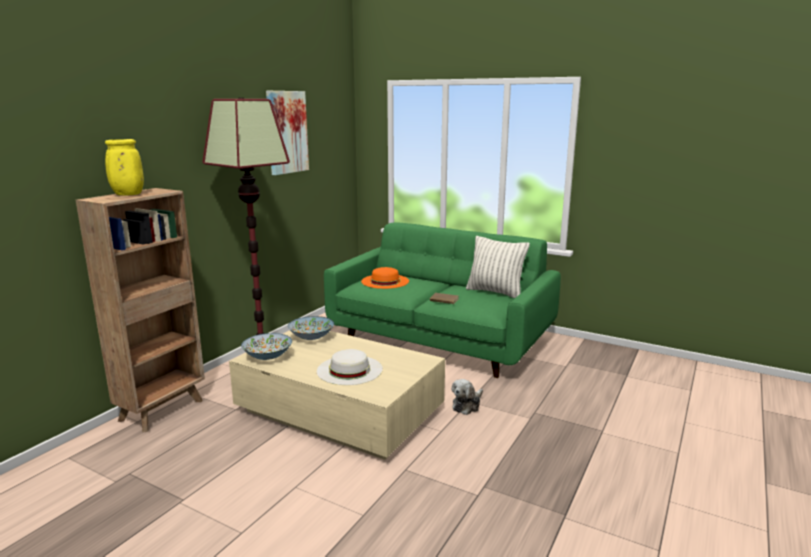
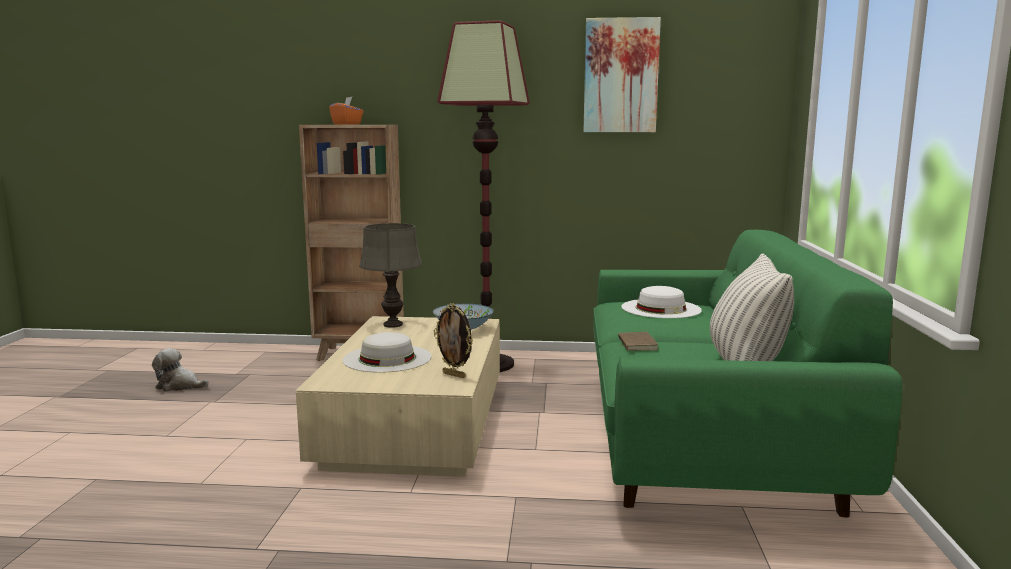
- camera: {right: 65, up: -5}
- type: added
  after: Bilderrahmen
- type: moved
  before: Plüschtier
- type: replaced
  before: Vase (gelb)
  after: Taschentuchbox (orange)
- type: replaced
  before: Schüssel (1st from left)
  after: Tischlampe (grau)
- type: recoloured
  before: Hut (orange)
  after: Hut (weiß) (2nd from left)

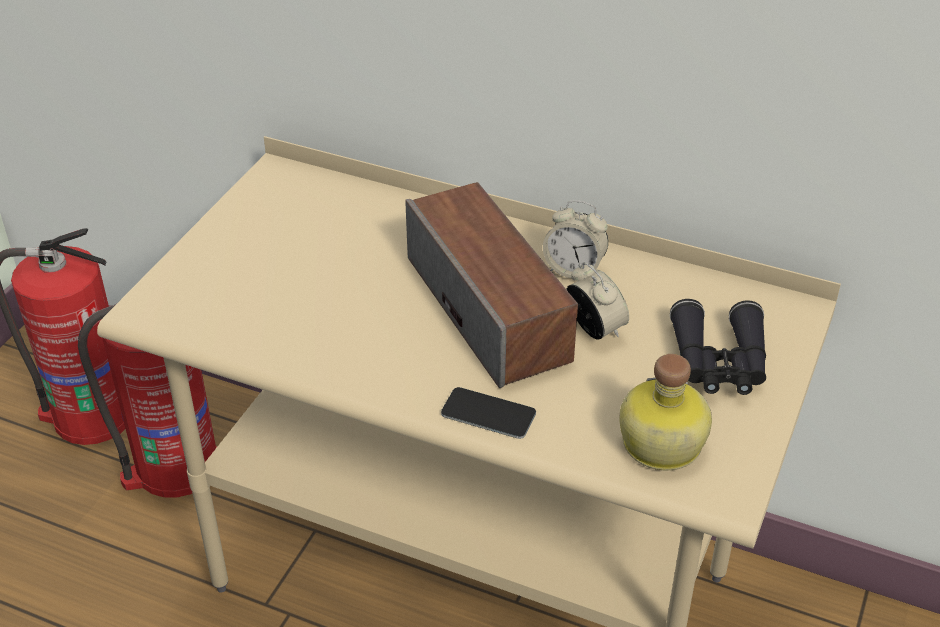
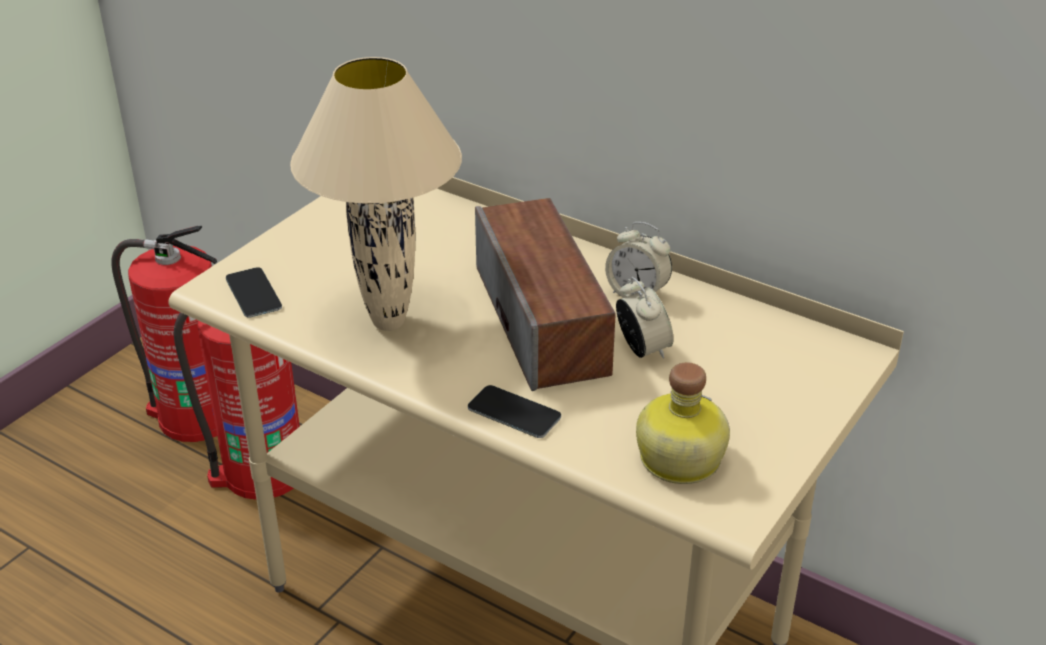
- camera: {right: 10, up: -5}
- type: removed
  before: Fernglas (schwarz)
- type: added
  after: Handy (1st from left)
- type: added
  after: Tischlampe (beige)

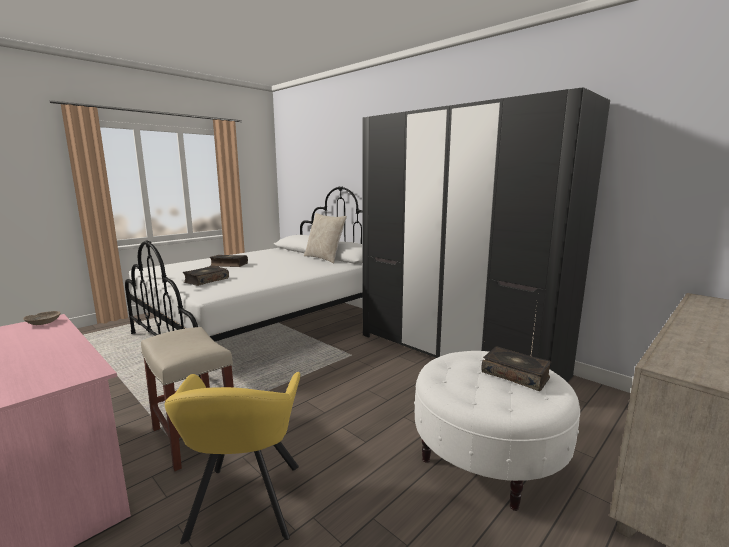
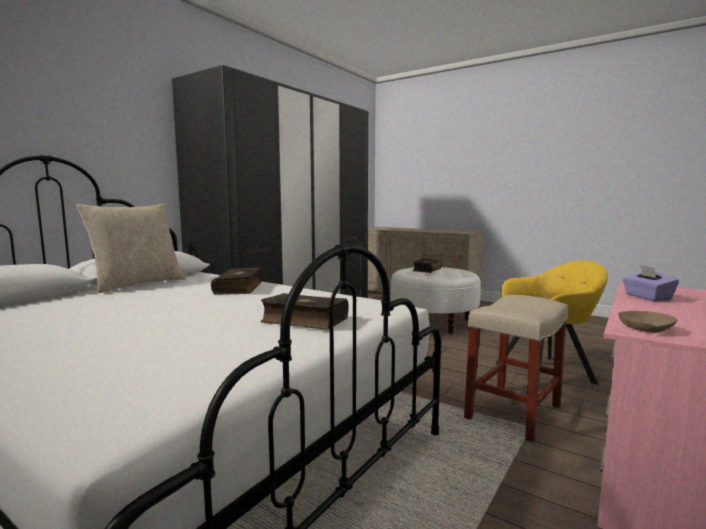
- camera: {right: -100, up: -5}
- type: added
  after: Taschentuchbox (lila)
- type: moved
  before: Buch (2nd from left in the first image)
  after: Buch (1st from left)

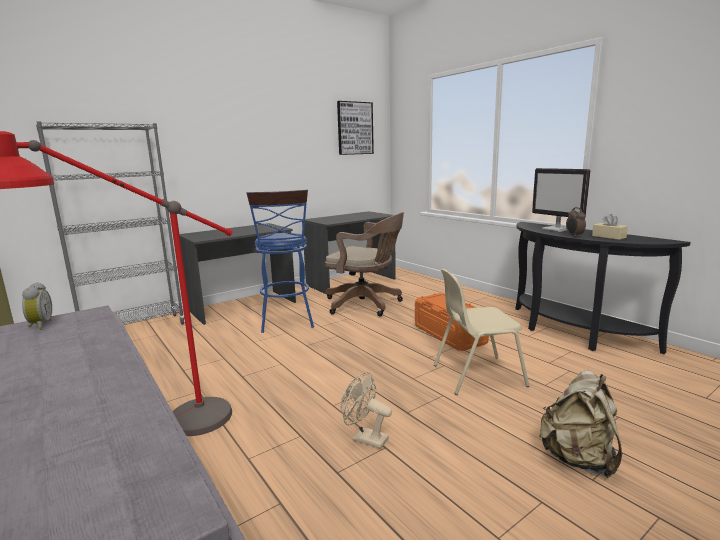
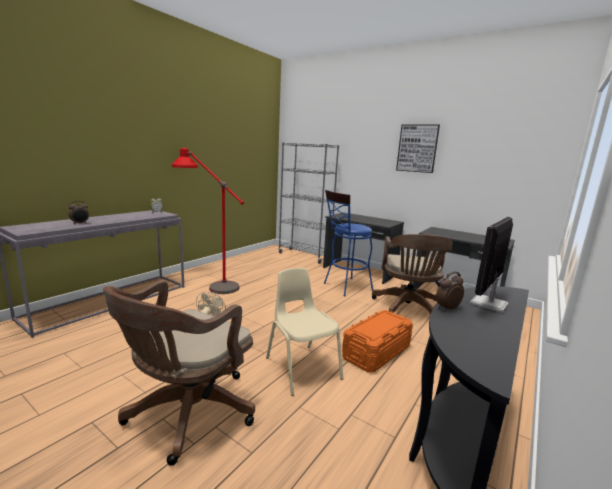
- camera: {right: 70, up: 0}
- type: removed
  before: Taschentuchbox (beige)
- type: added
  after: Wecker (1st from left)
- type: moved
  before: Bild
- type: replaced
  before: Rucksack (beige)
  after: Bürostuhl (braun) (1st from left)

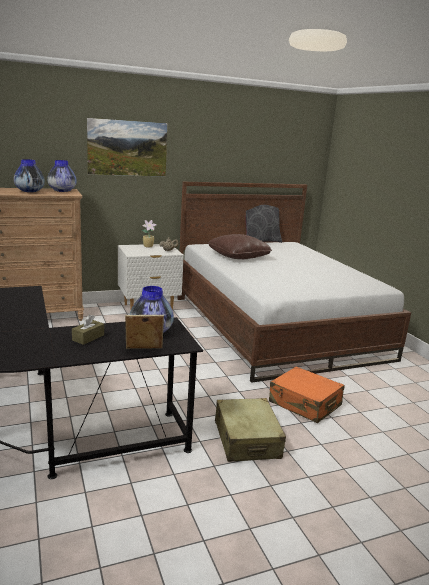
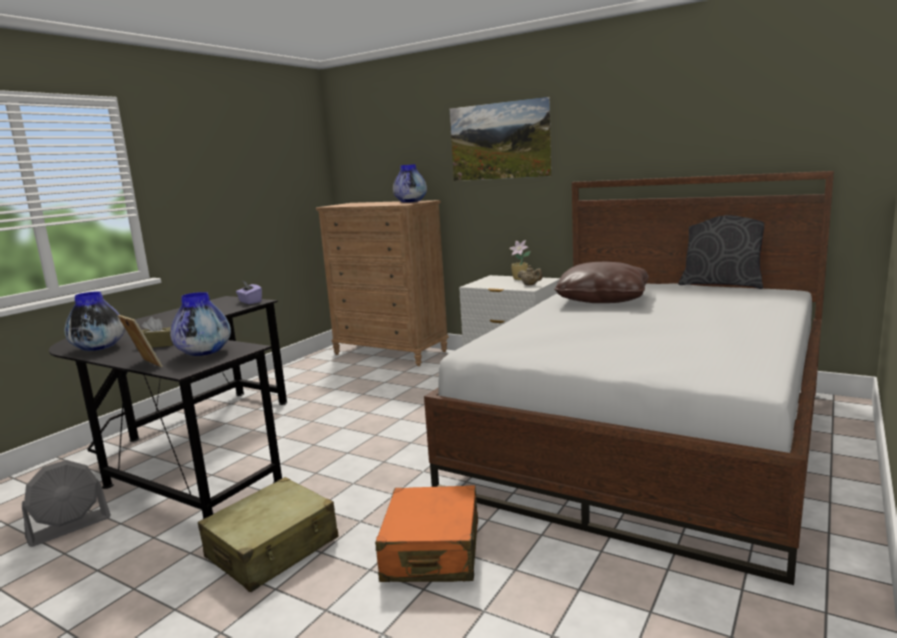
- camera: {right: 55, up: -5}
- type: added
  after: Ventilator (grau)
- type: added
  after: Taschentuchbox (lila)
- type: moved
  before: Vase (1st from left)

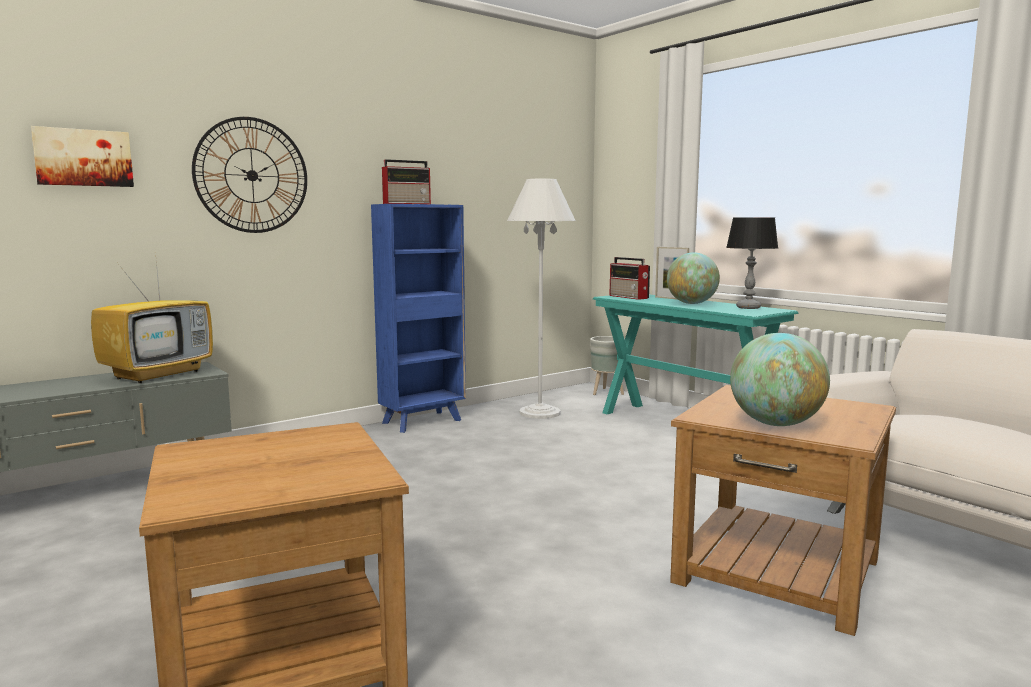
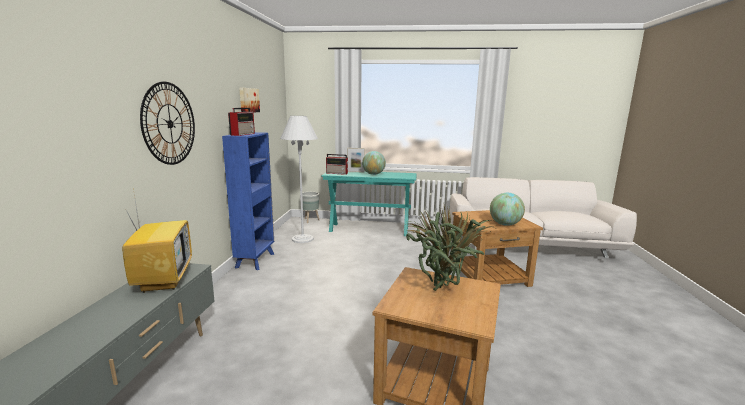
- camera: {right: -45, up: 5}
- type: removed
  before: Tischlampe
- type: added
  after: Topfpflanze
- type: moved
  before: Bild

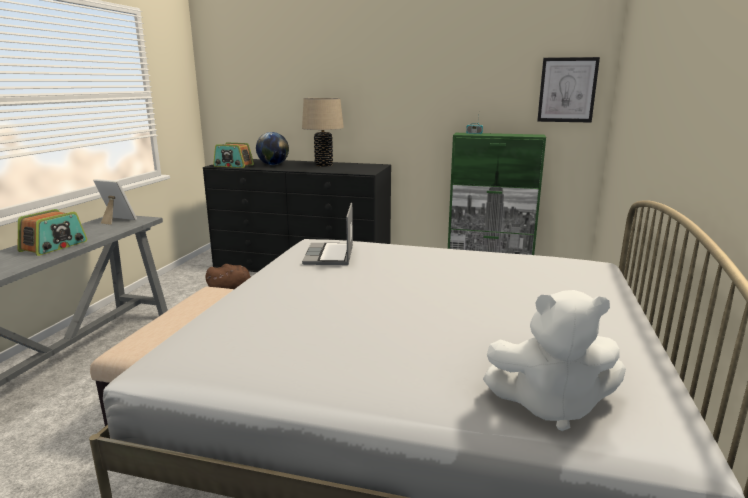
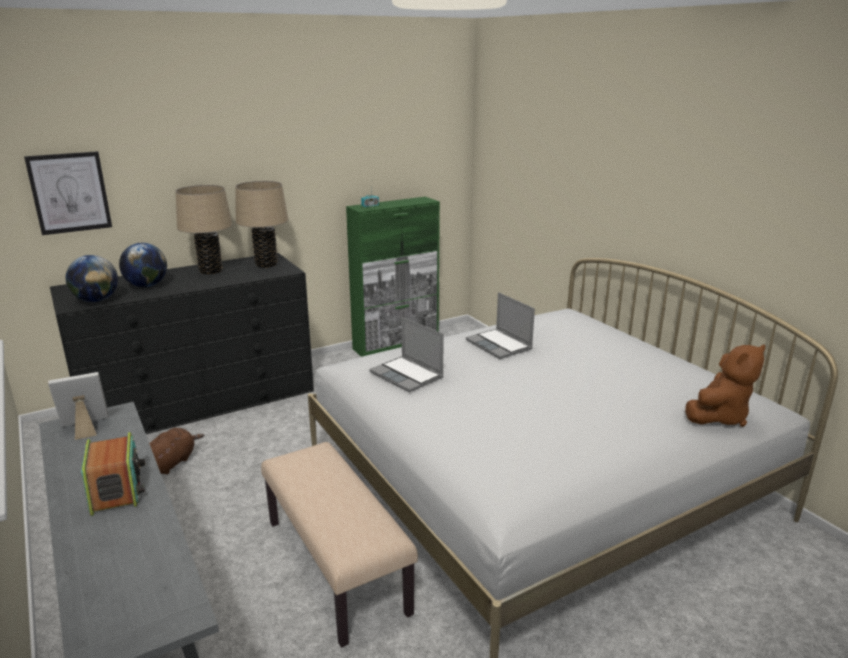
- camera: {right: -45, up: 5}
- type: added
  after: Tischlampe (beige) (2nd from left)
- type: added
  after: Laptop (2nd from left)
- type: moved
  before: Bild
- type: replaced
  before: Radio (2nd from left)
  after: Globus (1st from left)
- type: recoloured
  before: Plüschtier (weiß)
  after: Plüschtier (braun) (2nd from left)

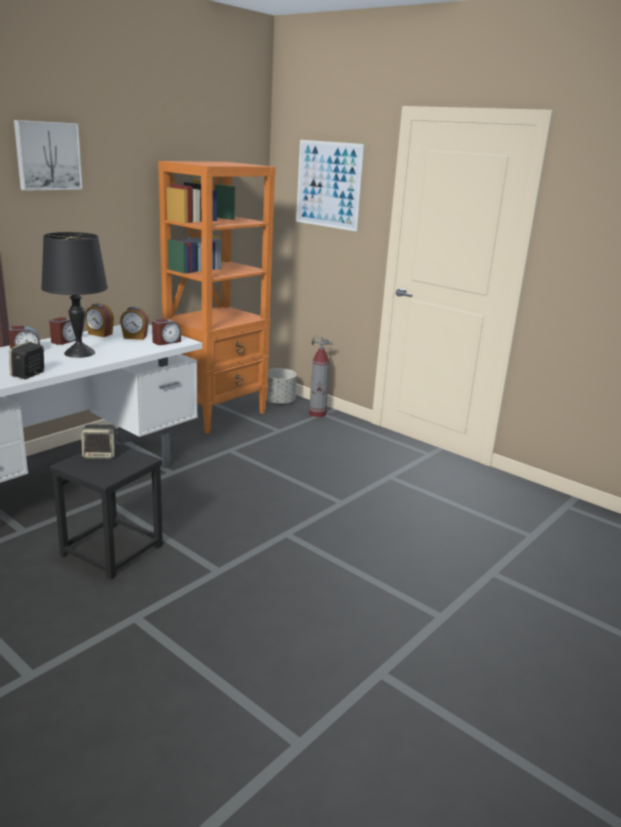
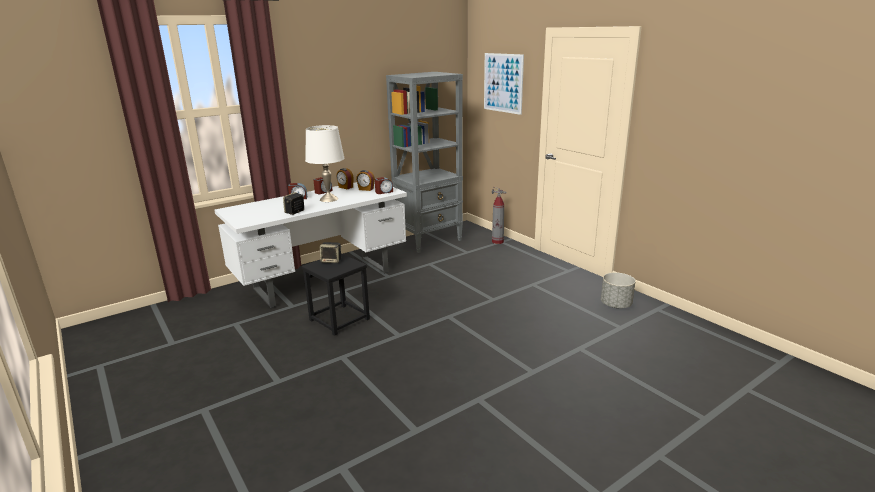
- camera: {right: 15, up: 0}
- type: removed
  before: Bild (1st from left)
- type: moved
  before: Pflanzkübel (grau)
- type: recoloured
  before: Tischlampe (schwarz)
  after: Tischlampe (weiß)
- type: recoloured
  before: Bücherregal (orange)
  after: Bücherregal (grau)

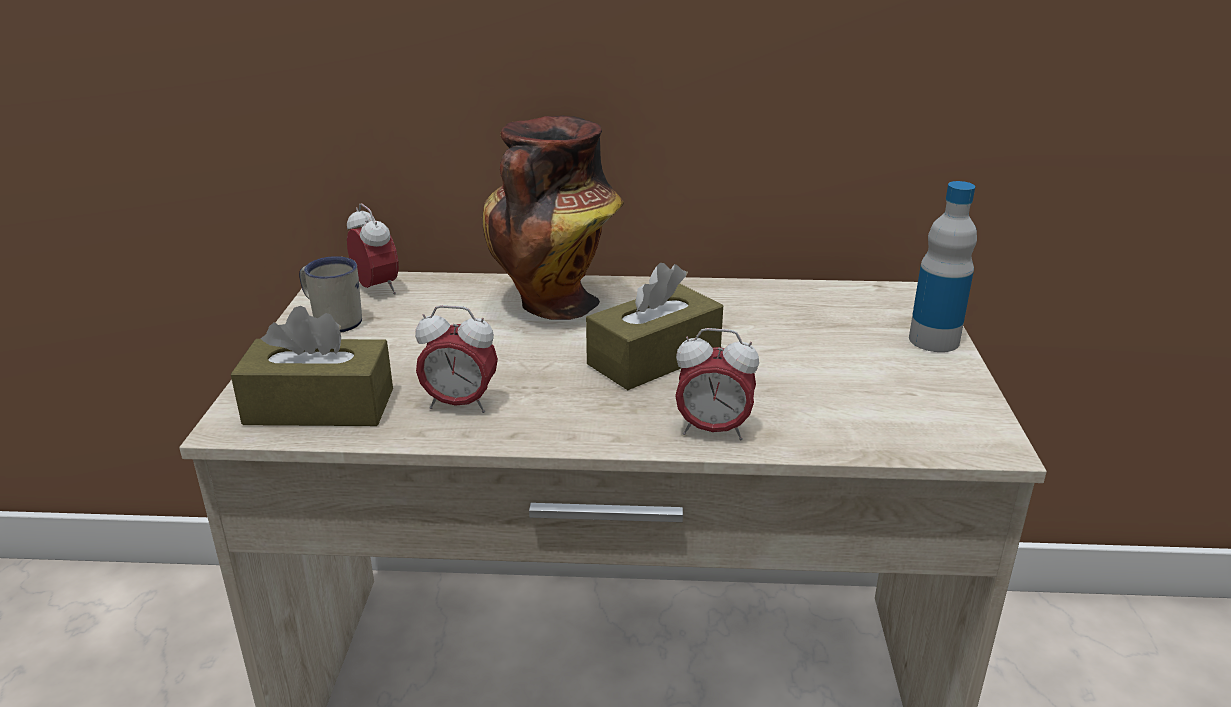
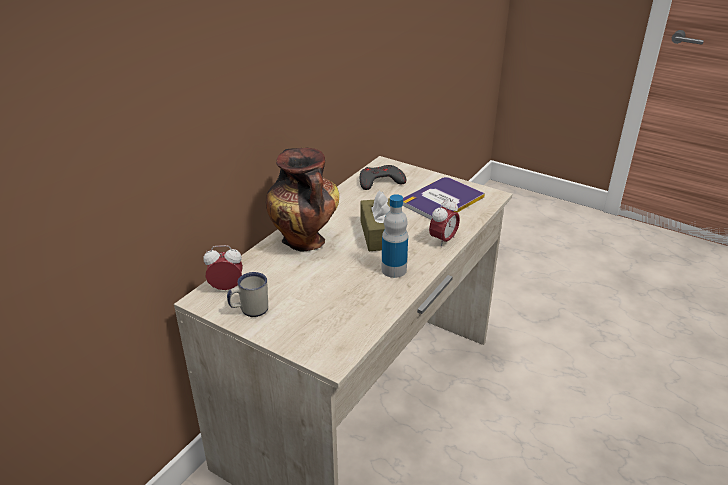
- camera: {right: -60, up: 5}
- type: removed
  before: Taschentuchbox (braun) (1st from left)
- type: removed
  before: Wecker (2nd from left)
- type: added
  after: Gamepad (grau)
- type: added
  after: Buch
- type: moved
  before: Flasche

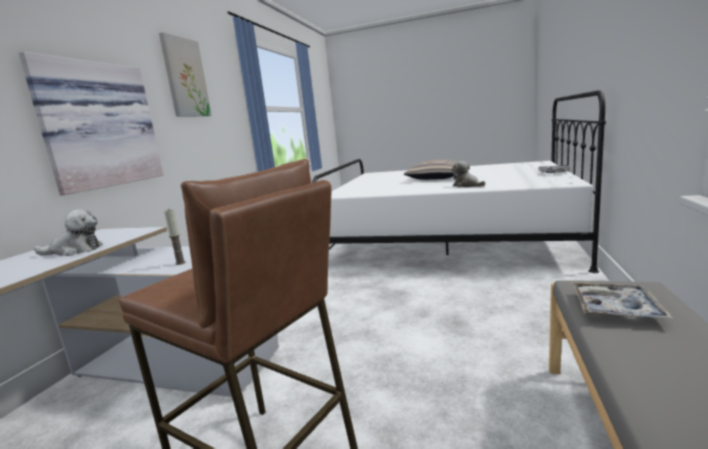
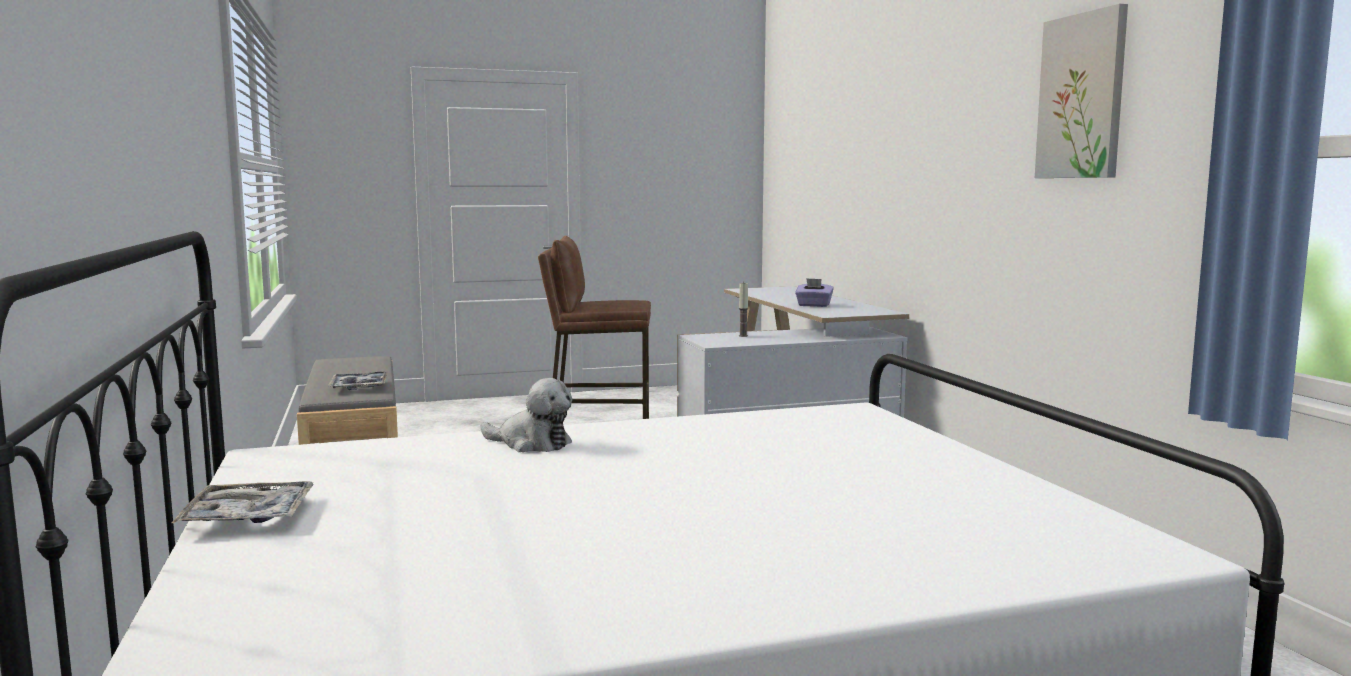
- camera: {right: 145, up: -5}
- type: removed
  before: Bild (1st from left)
- type: removed
  before: Kissen
- type: replaced
  before: Plüschtier (1st from left)
  after: Taschentuchbox (lila)

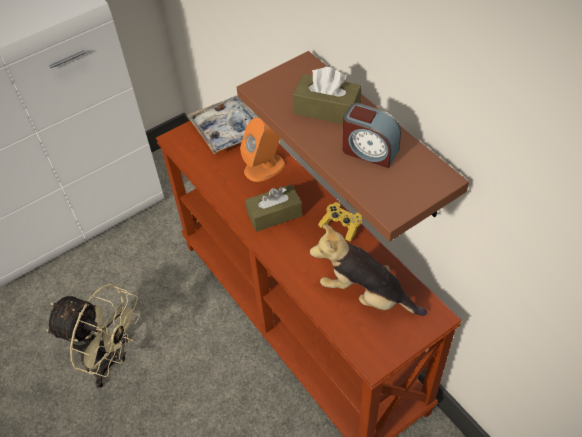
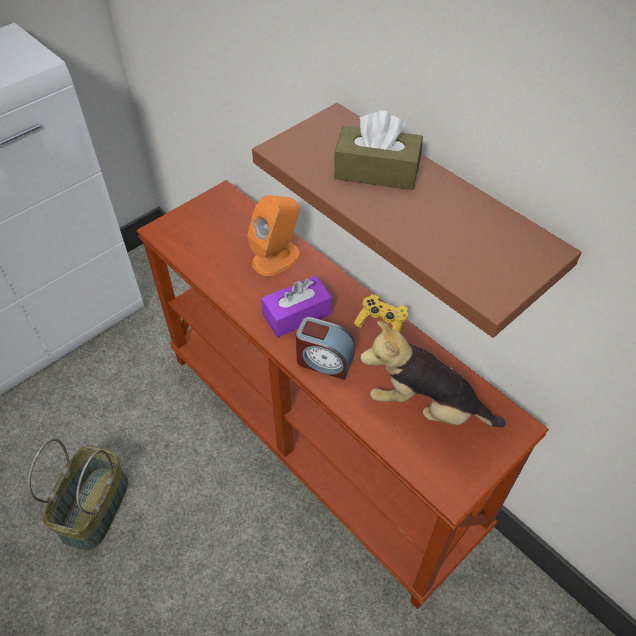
- camera: {right: -10, up: 0}
- type: removed
  before: Tablett
- type: moved
  before: Wecker
- type: replaced
  before: Ventilator (beige)
  after: Korb
- type: recoloured
  before: Taschentuchbox (braun) (1st from left)
  after: Taschentuchbox (lila)

